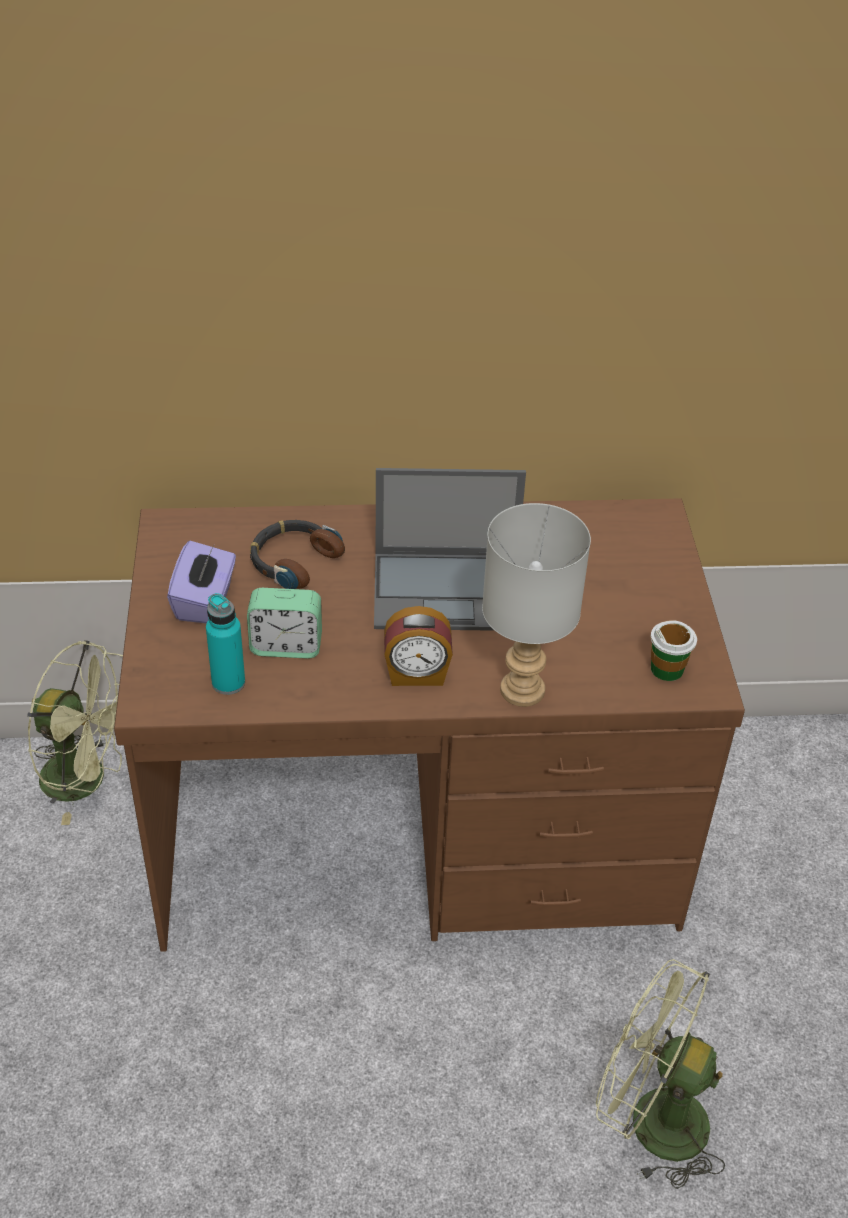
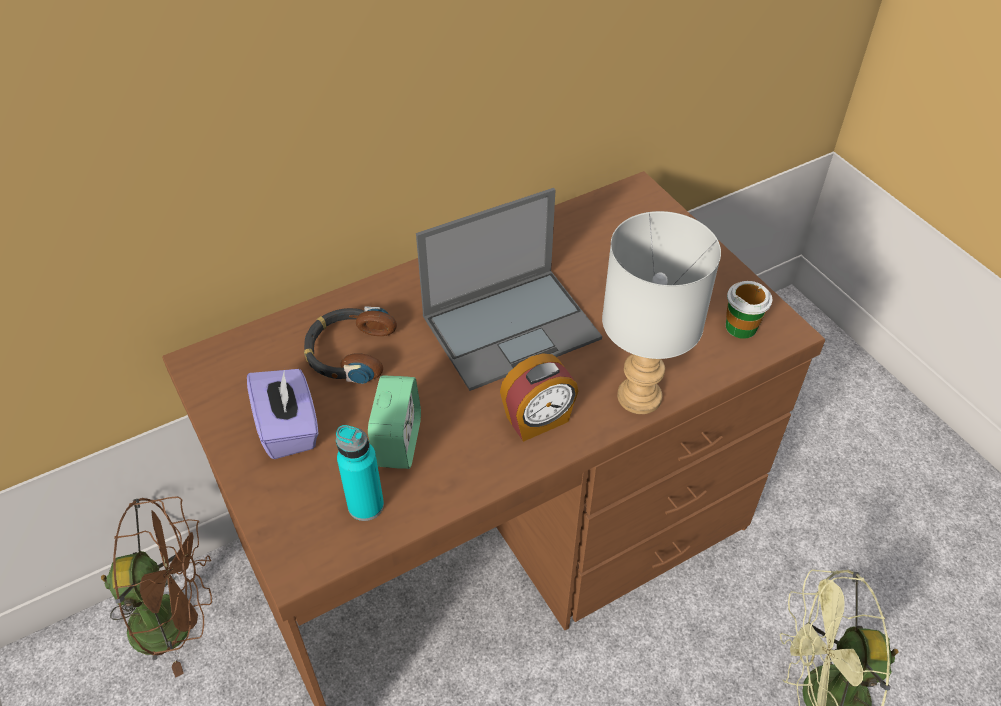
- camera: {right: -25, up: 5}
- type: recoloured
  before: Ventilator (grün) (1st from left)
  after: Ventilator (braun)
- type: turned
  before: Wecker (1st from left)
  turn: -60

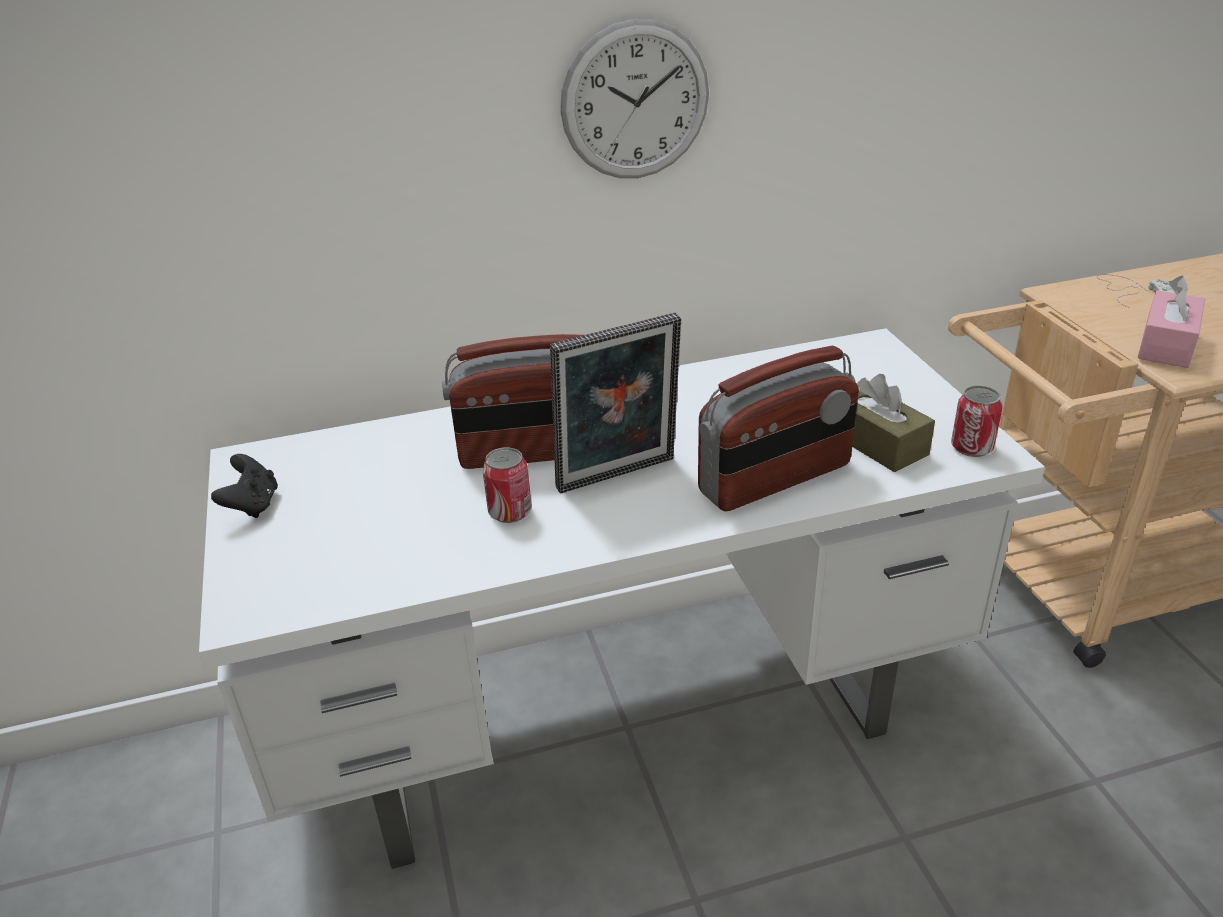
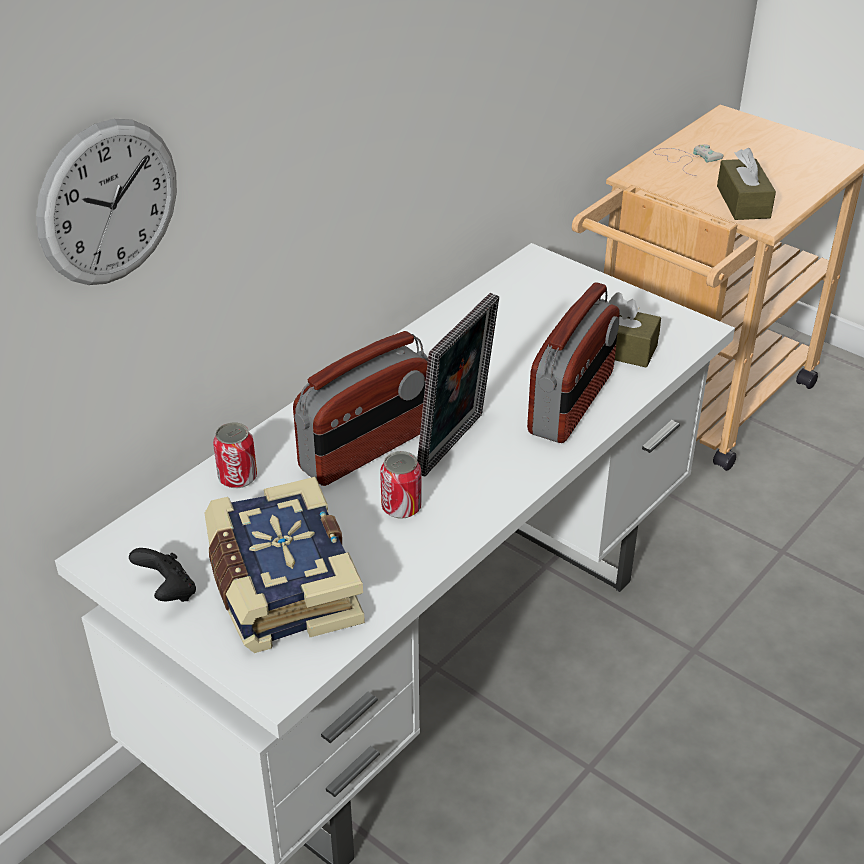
- camera: {right: -35, up: 5}
- type: added
  after: Buch
- type: moved
  before: Wanduhr
- type: moved
  before: Dose (2nd from left in the first image)
  after: Dose (1st from left)
- type: recoloured
  before: Taschentuchbox (rosa)
  after: Taschentuchbox (braun) (2nd from left)

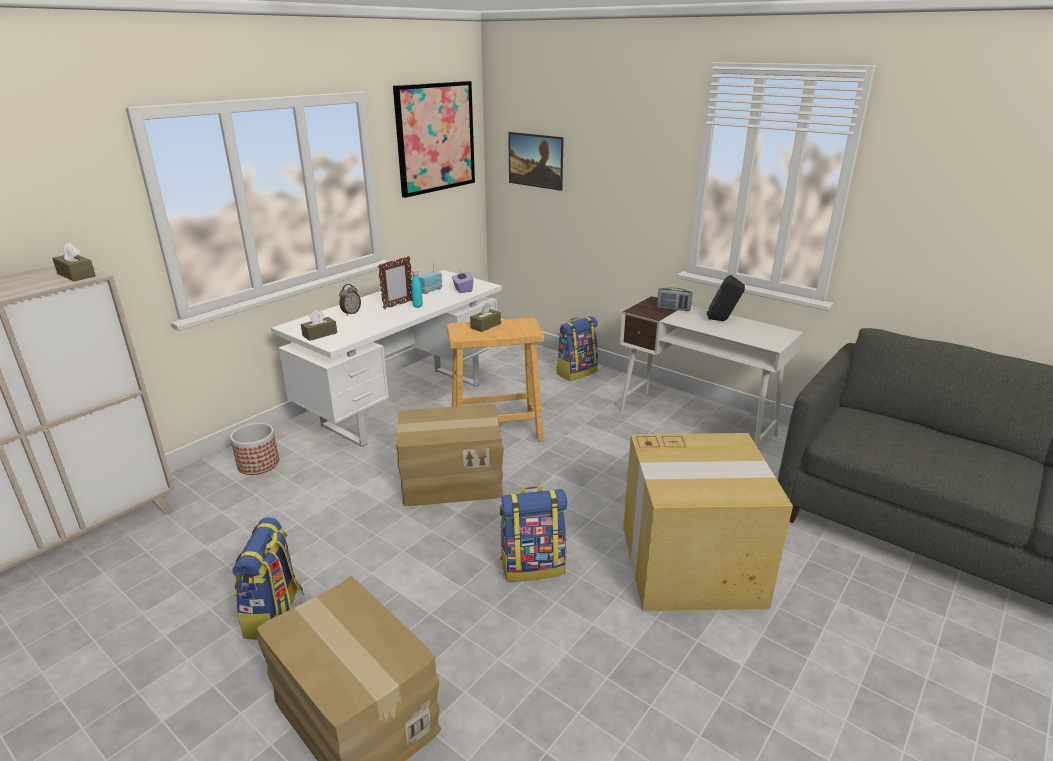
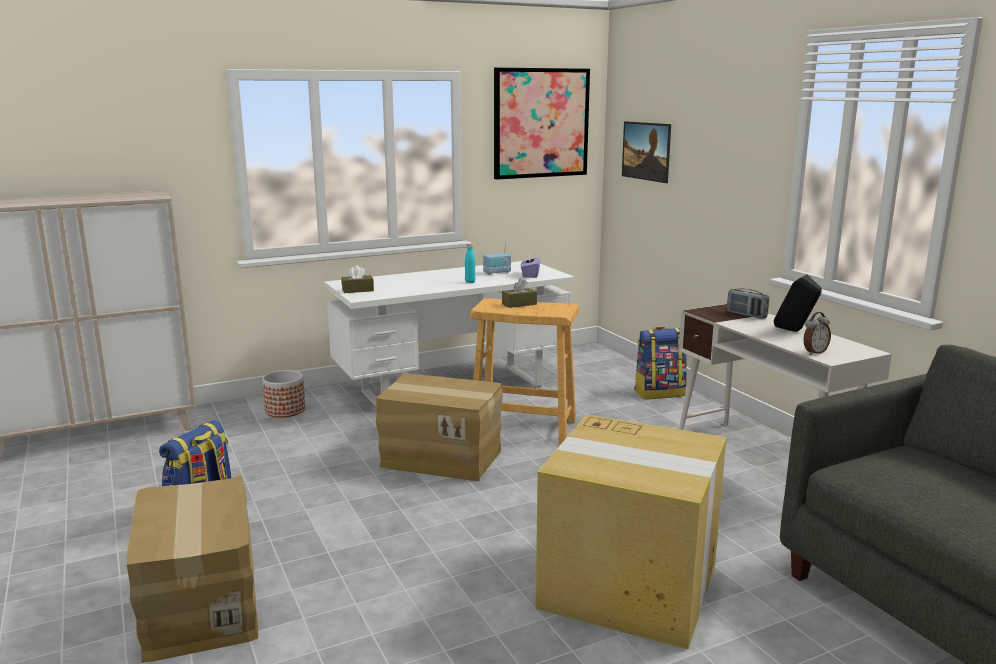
- camera: {right: 25, up: -10}
- type: removed
  before: Taschentuchbox (braun) (1st from left)
- type: removed
  before: Bilderrahmen
- type: removed
  before: Rucksack (2nd from left)
- type: moved
  before: Wecker

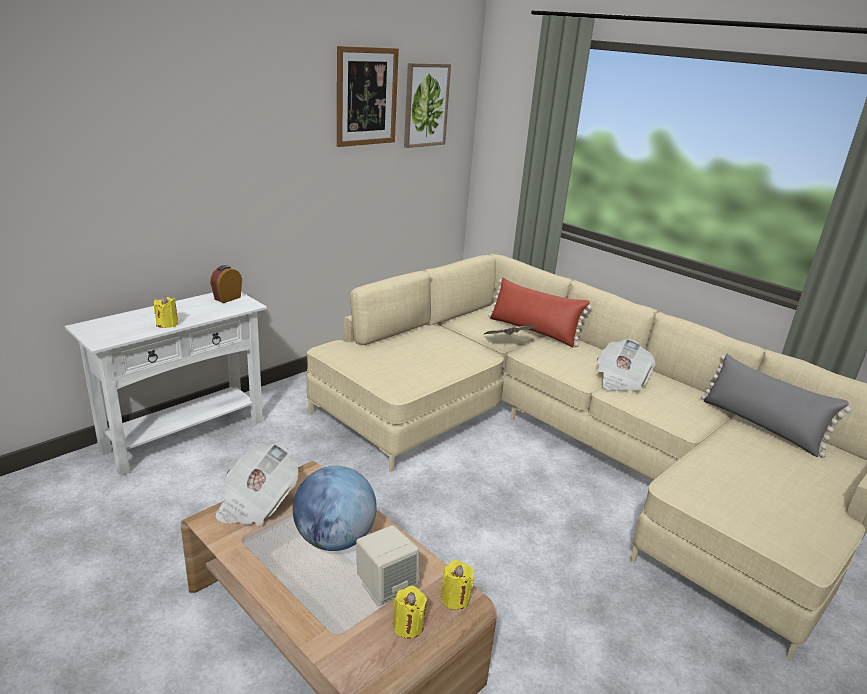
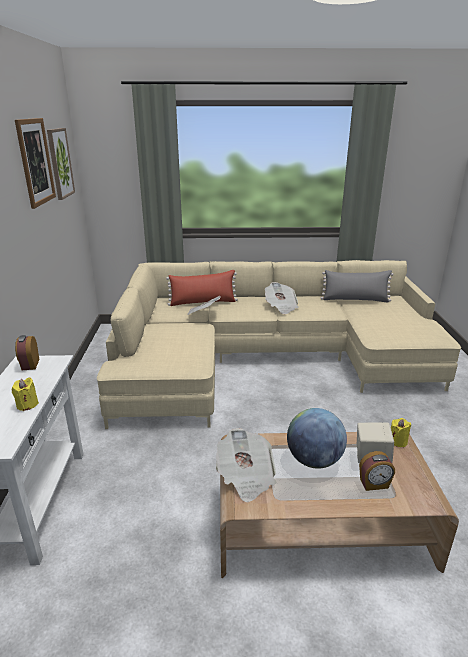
- camera: {right: -45, up: 0}
- type: removed
  before: Kerze (gelb) (2nd from left)
- type: added
  after: Wecker (2nd from left)

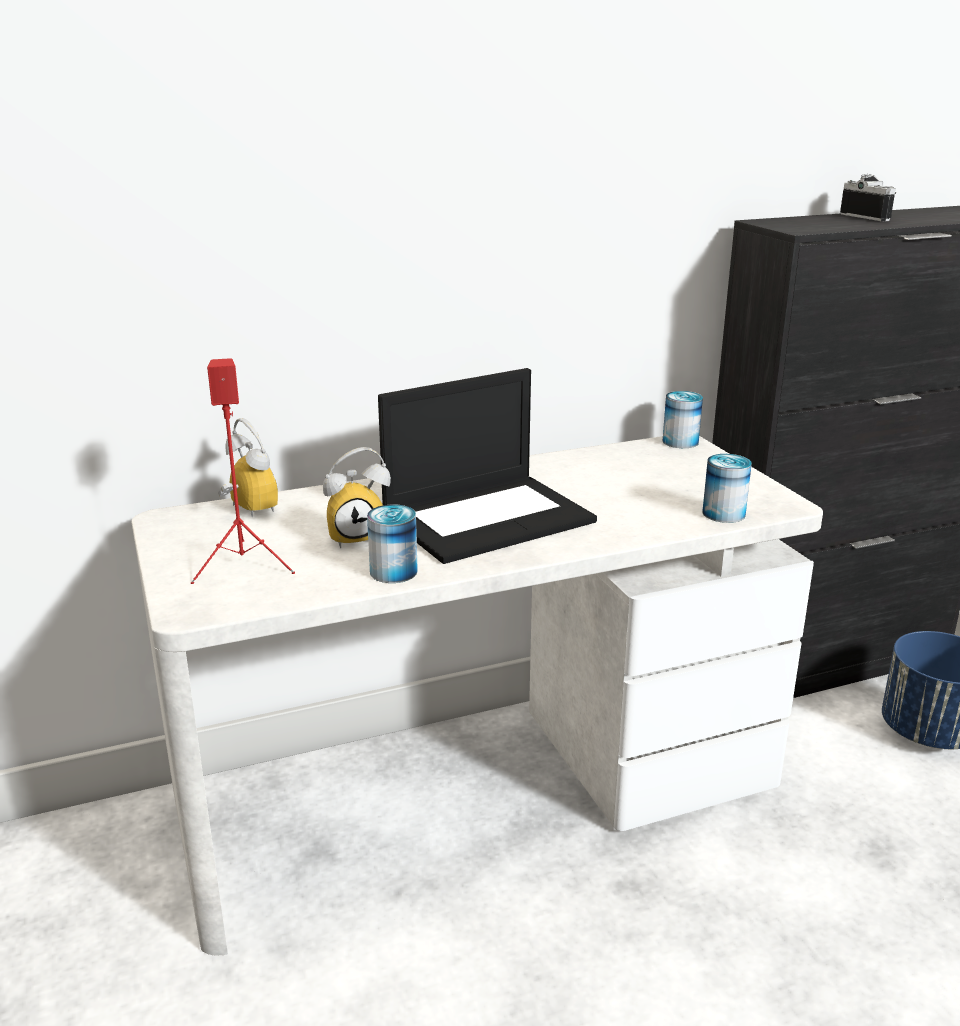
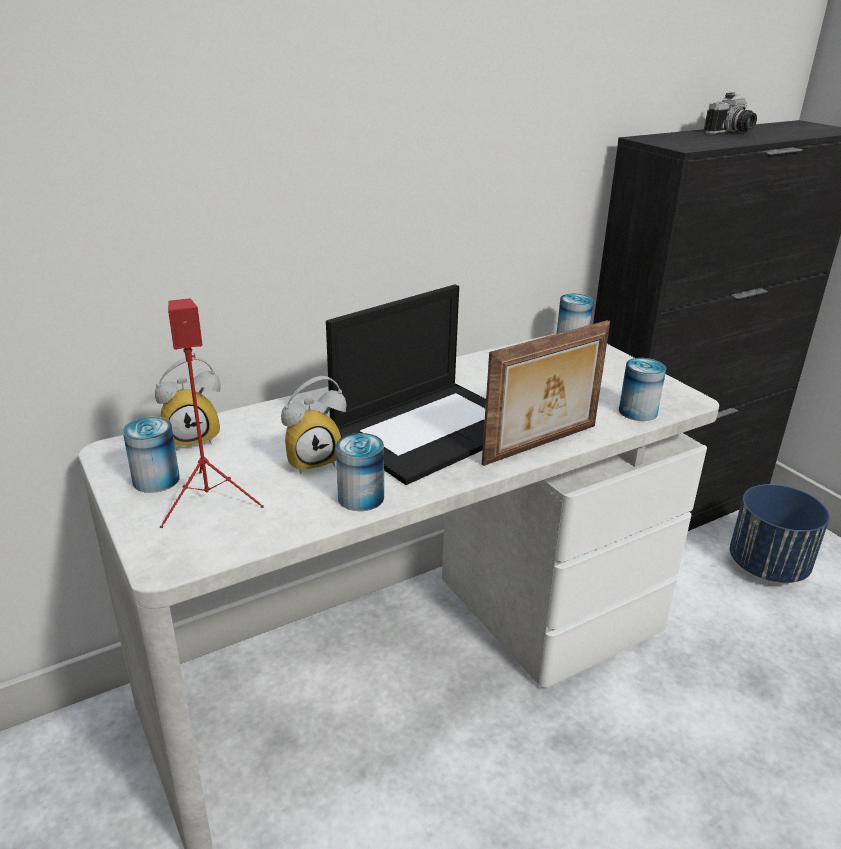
- camera: {right: -10, up: 5}
- type: added
  after: Dose (1st from left)
- type: added
  after: Bilderrahmen
- type: turned
  before: Wecker (1st from left)
  turn: 120
- type: turned
  before: Kamera
  turn: 90

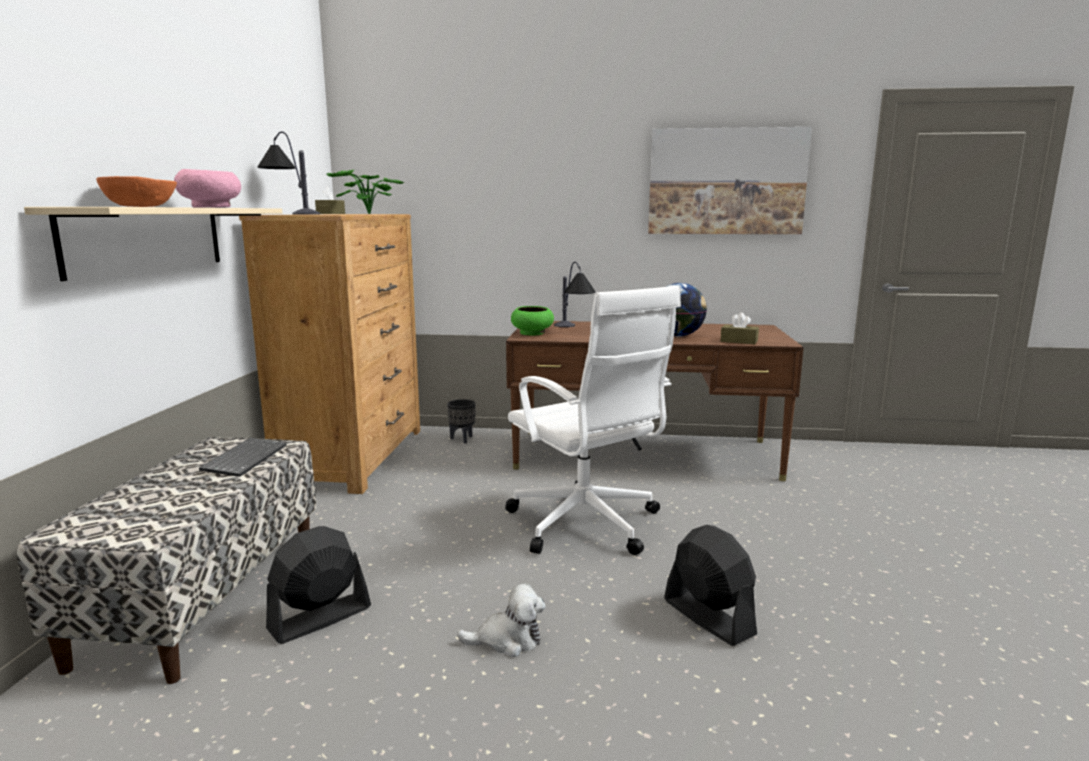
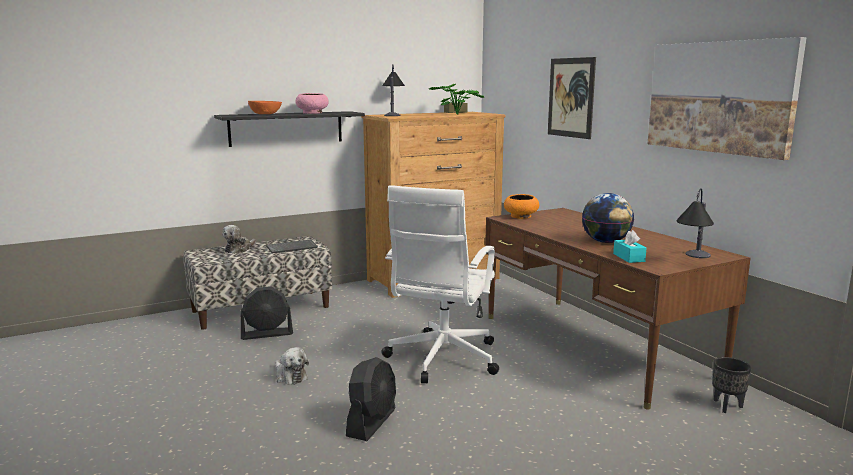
- camera: {right: 55, up: 0}
- type: added
  after: Plüschtier (1st from left)
- type: added
  after: Bild (1st from left)
- type: moved
  before: Pflanzkübel (schwarz)
- type: moved
  before: Tischlampe (2nd from left)
- type: recoloured
  before: Wandregal (beige)
  after: Wandregal (schwarz)
- type: recoloured
  before: Schüssel (grün)
  after: Schüssel (orange) (2nd from left)
- type: recoloured
  before: Taschentuchbox (braun) (2nd from left)
  after: Taschentuchbox (türkis)
- type: turned
  before: Ventilator (schwarz) (1st from left)
  turn: 150

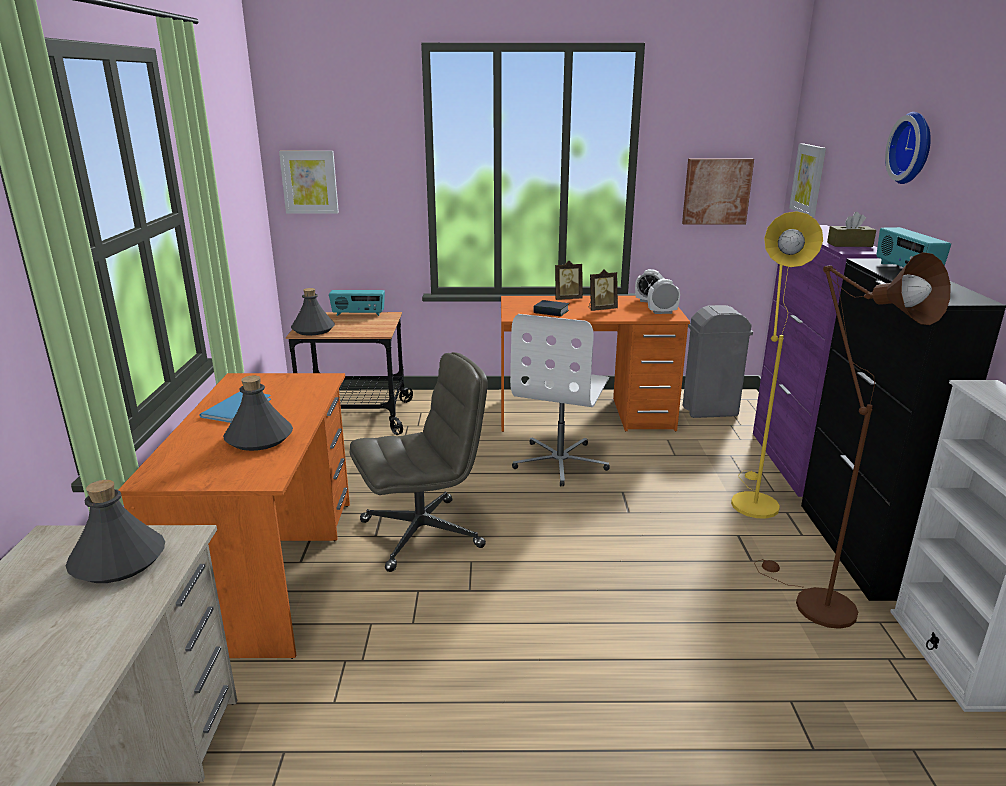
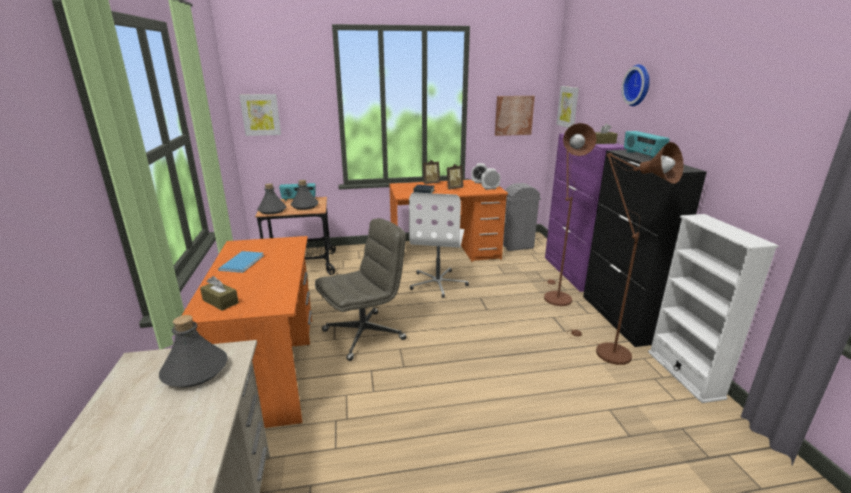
- camera: {right: -10, up: 0}
- type: added
  after: Taschentuchbox (braun) (1st from left)
- type: moved
  before: Flasche (grau) (2nd from left in the first image)
  after: Flasche (grau) (3rd from left)
- type: recoloured
  before: Stehlampe (gelb)
  after: Stehlampe (braun) (1st from left)

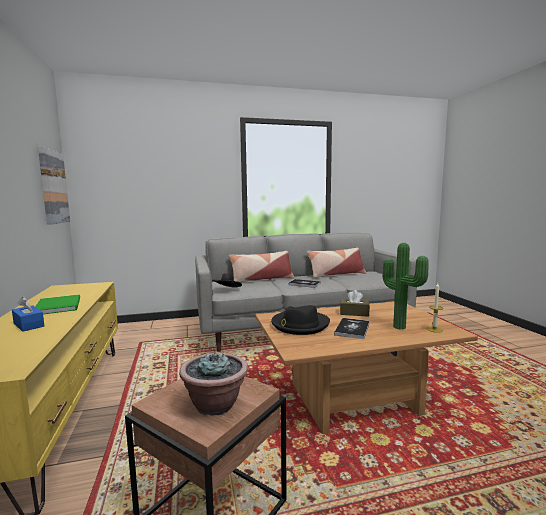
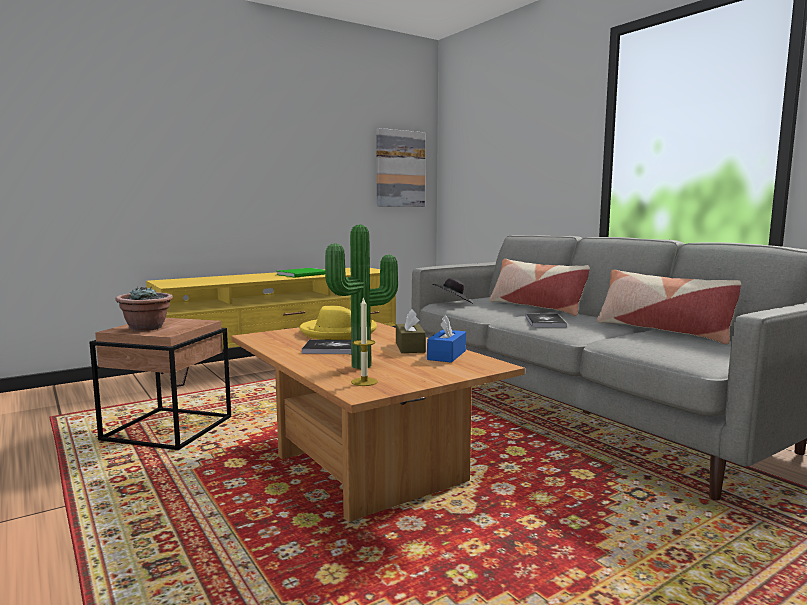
- camera: {right: 70, up: 0}
- type: moved
  before: Taschentuchbox (blau)
- type: recoloured
  before: Hut (schwarz) (2nd from left)
  after: Hut (gelb)

